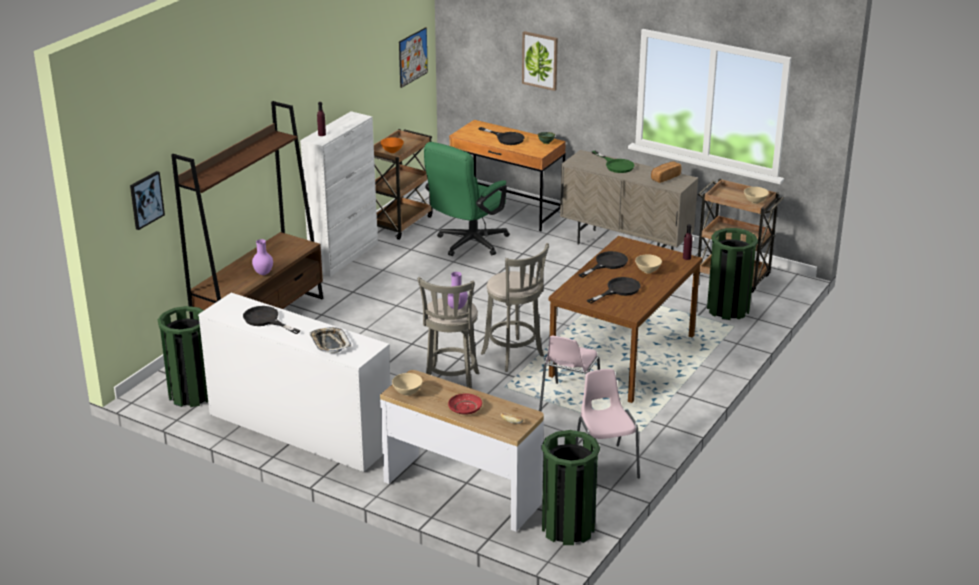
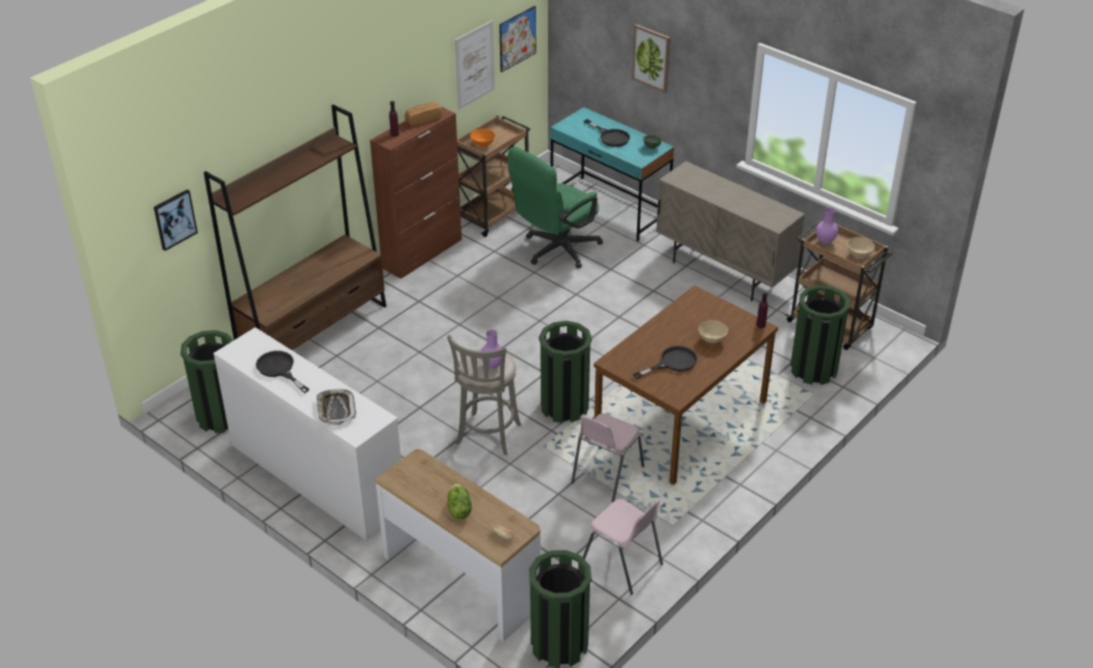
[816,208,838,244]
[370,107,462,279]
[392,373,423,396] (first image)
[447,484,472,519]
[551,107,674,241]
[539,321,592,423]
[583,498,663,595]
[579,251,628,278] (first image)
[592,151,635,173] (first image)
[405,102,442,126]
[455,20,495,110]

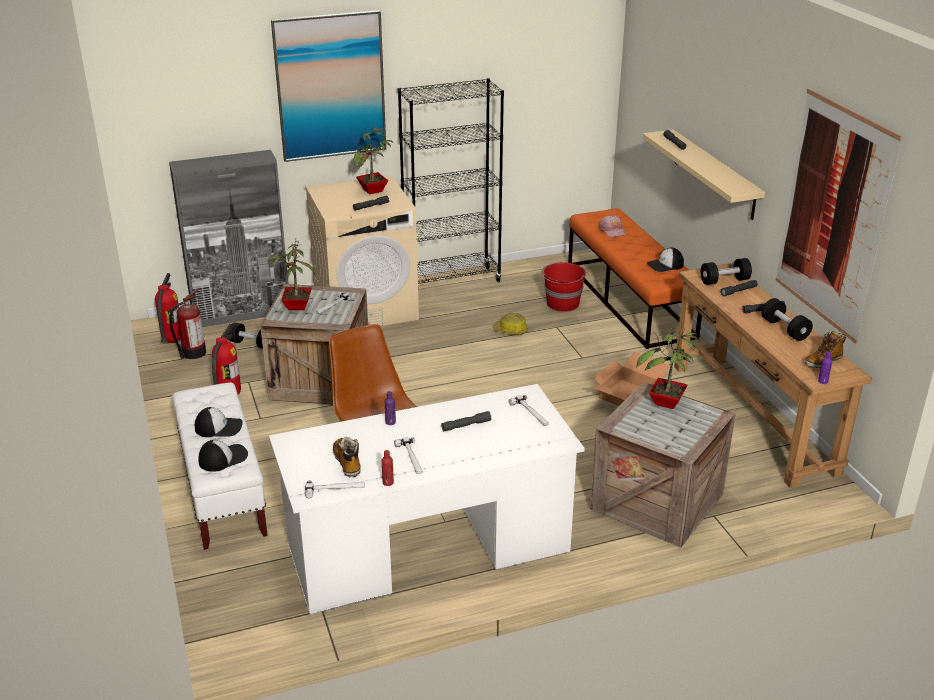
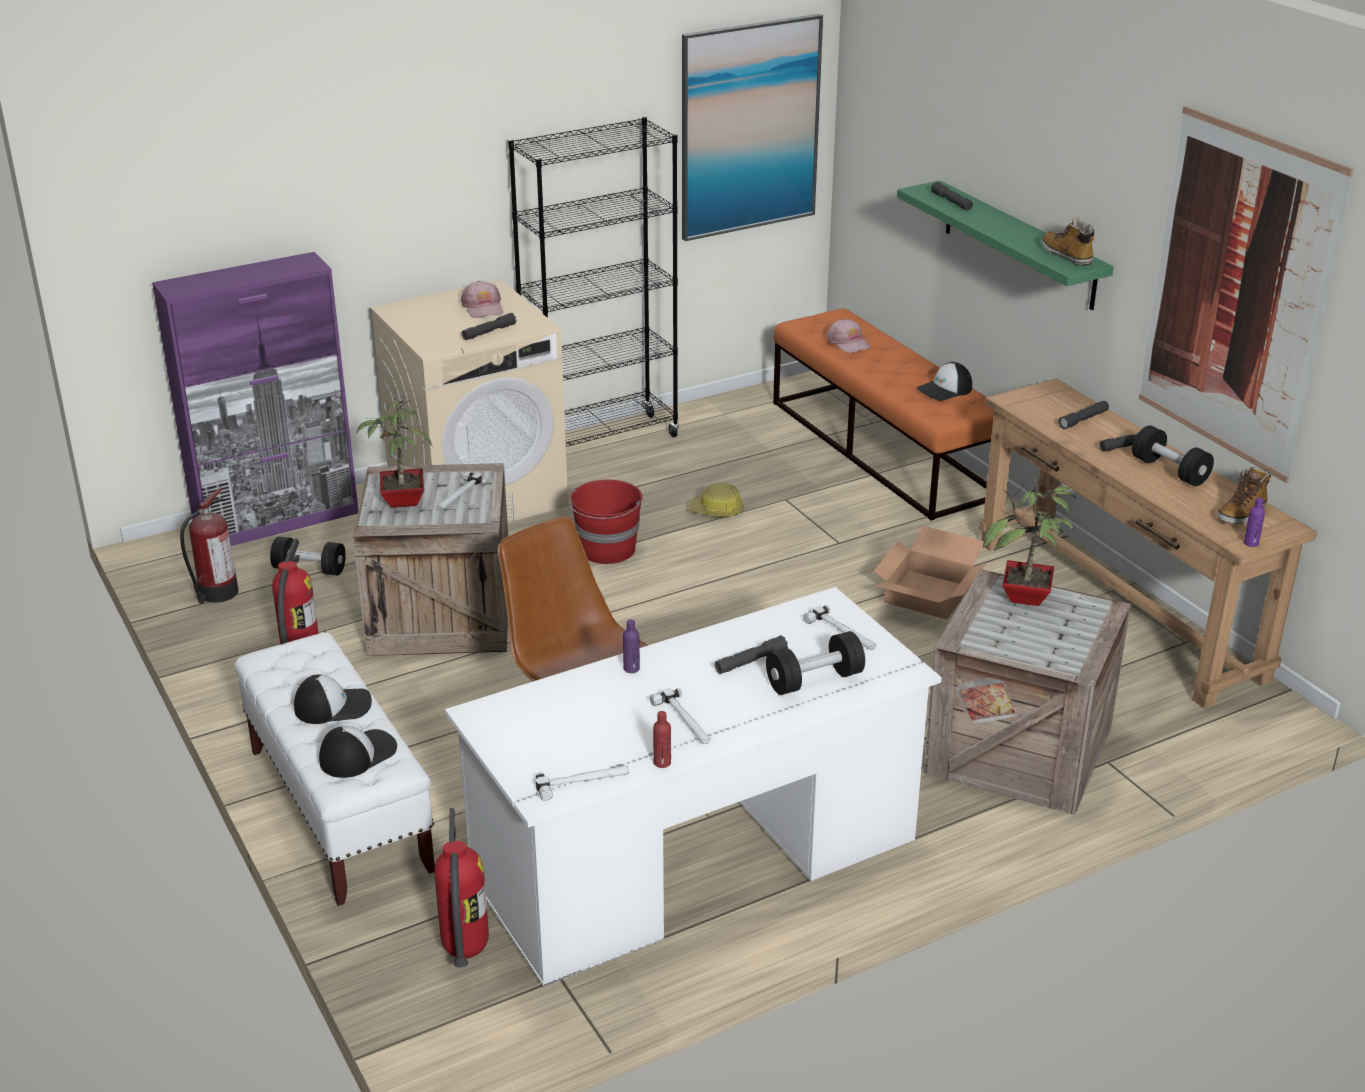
[434,808,489,968]
[152,252,358,546]
[682,14,823,241]
[1041,217,1094,266]
[461,280,503,318]
[568,480,643,564]
[897,181,1114,310]
[766,631,865,695]

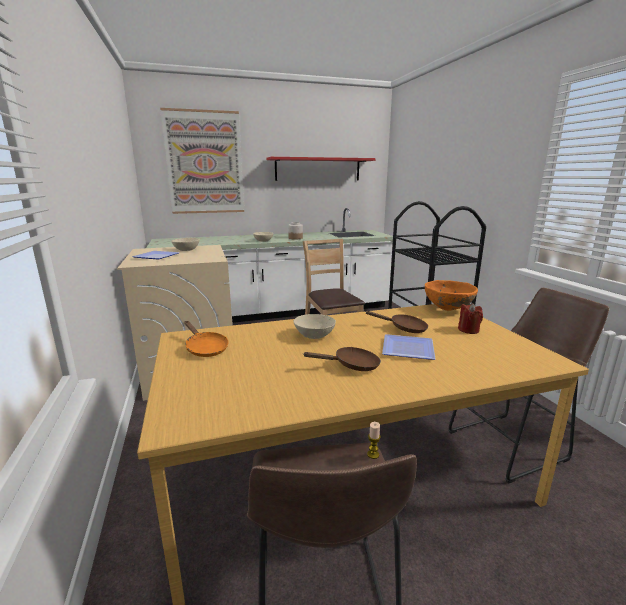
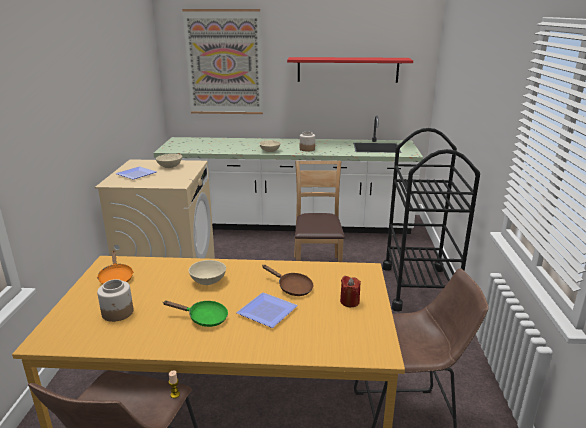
[163,301,228,327]
[425,280,478,311] (first image)
[97,279,133,322]

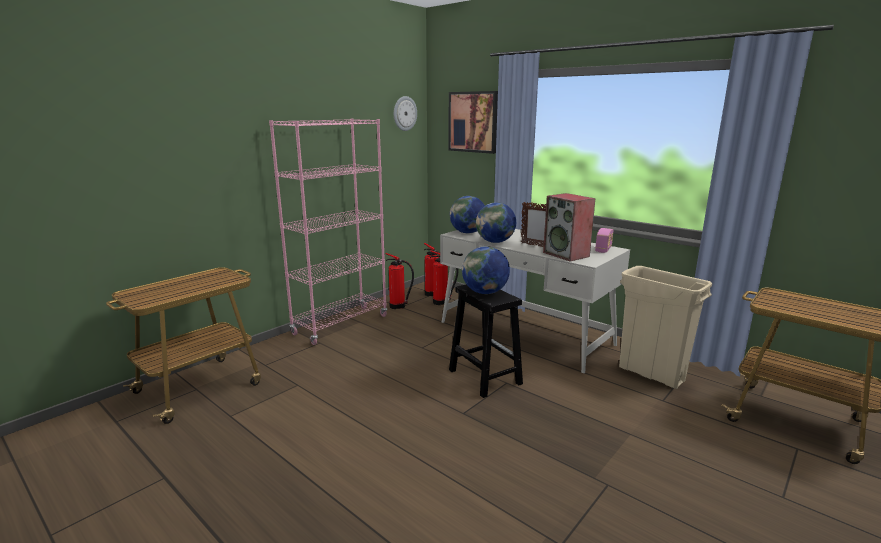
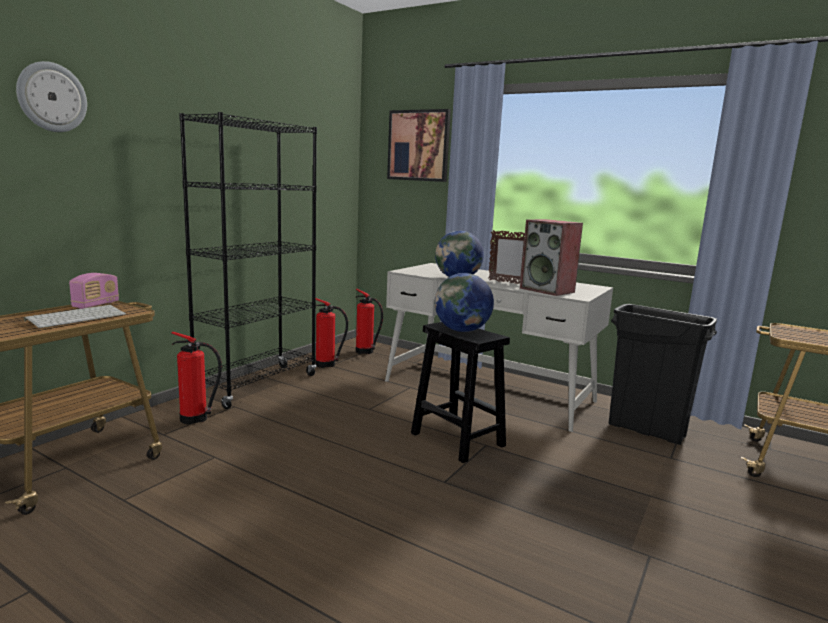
[179,112,317,409]
[16,61,87,132]
[171,332,222,425]
[450,196,485,234] (first image)
[69,273,119,309]
[609,304,717,445]
[24,305,126,328]

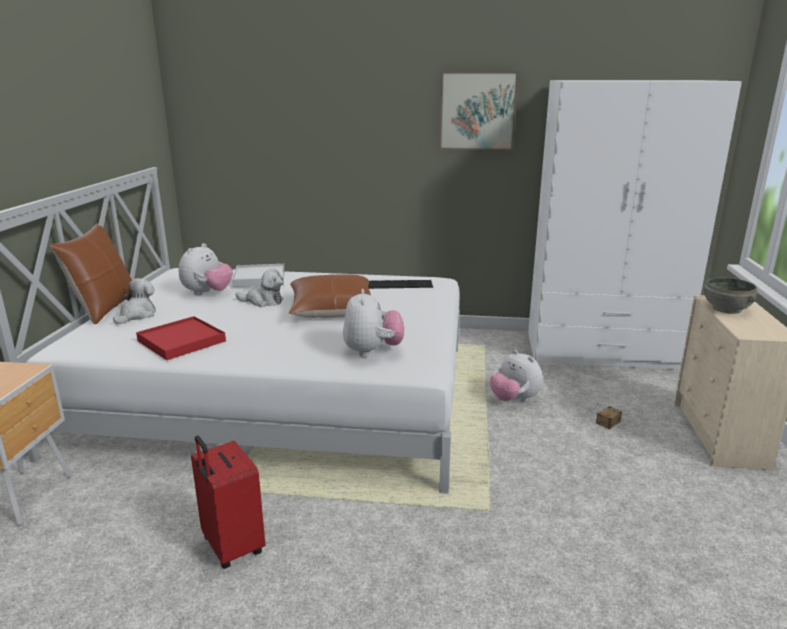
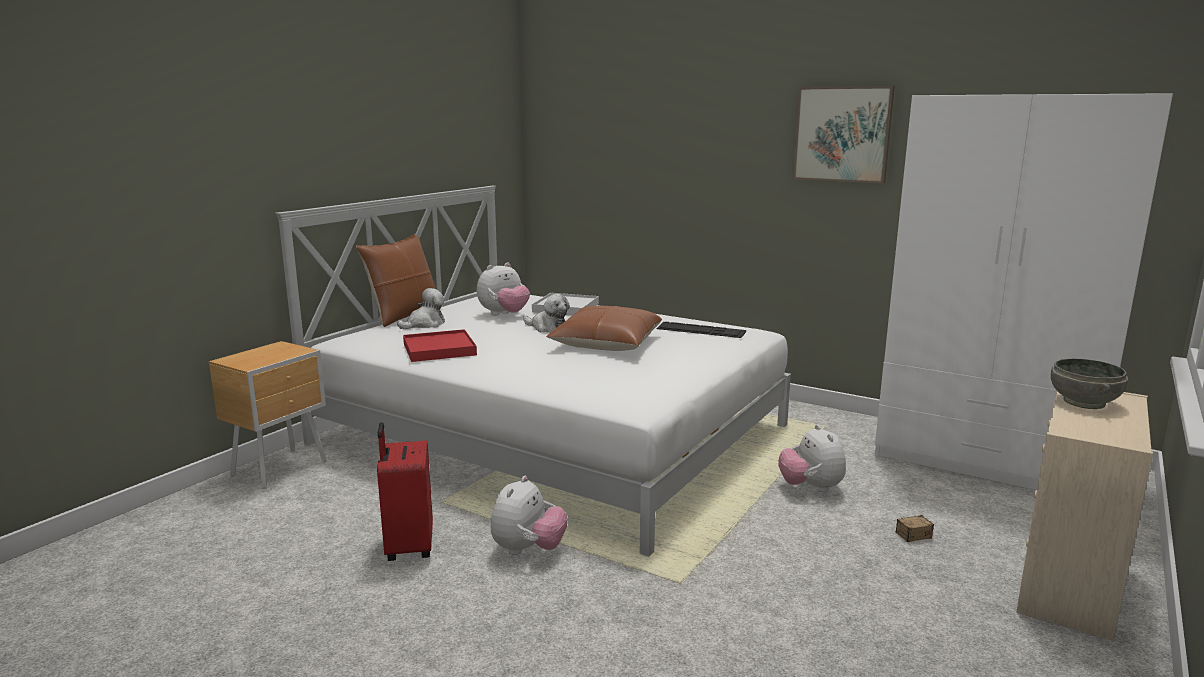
[491,476,568,555]

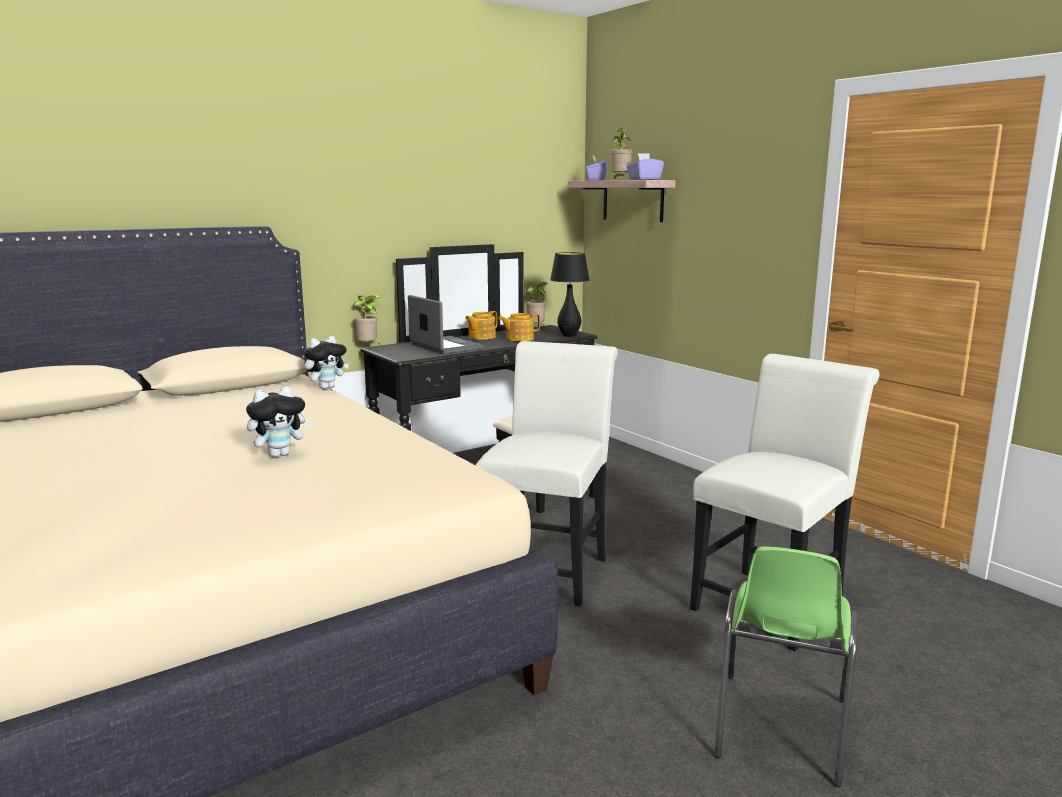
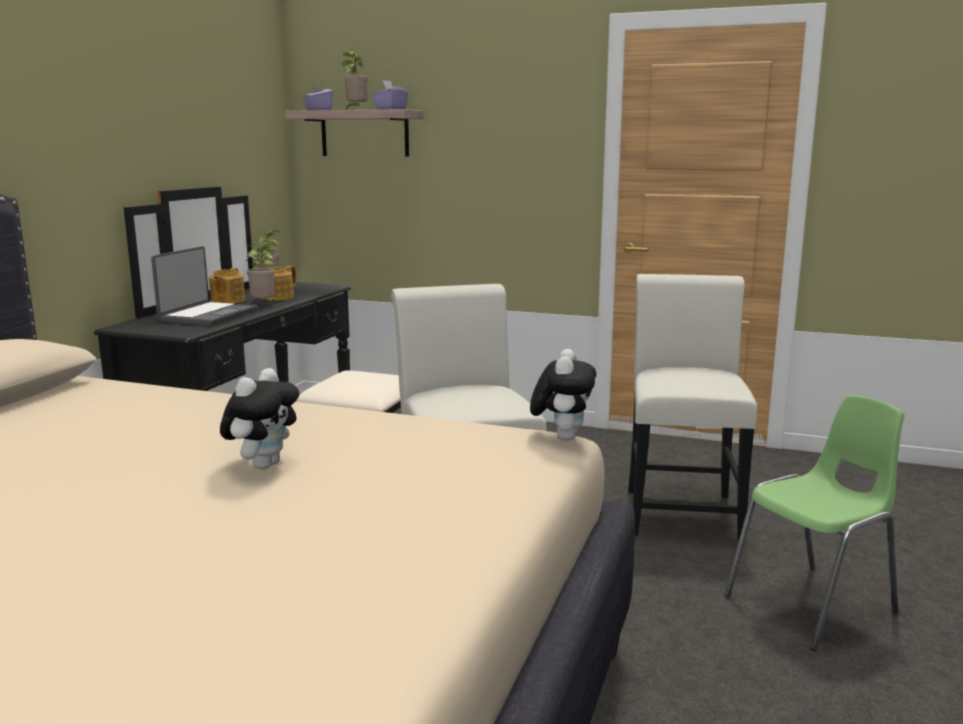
[530,349,596,441]
[246,242,275,302]
[151,246,257,326]
[550,252,590,337] (first image)
[724,395,904,651]

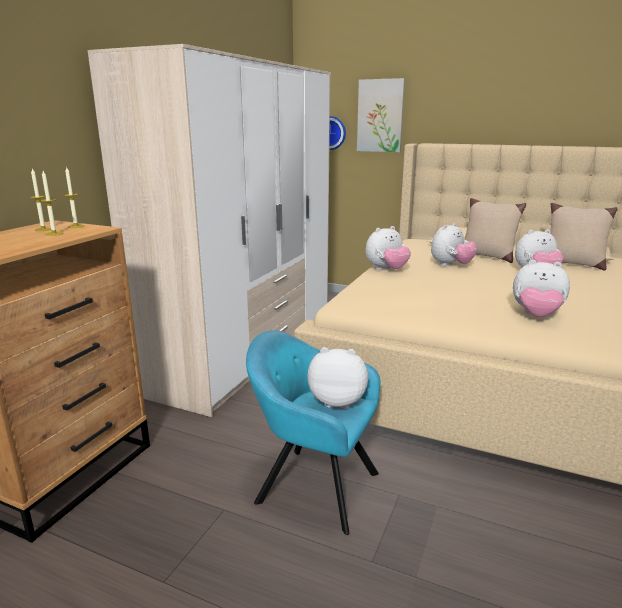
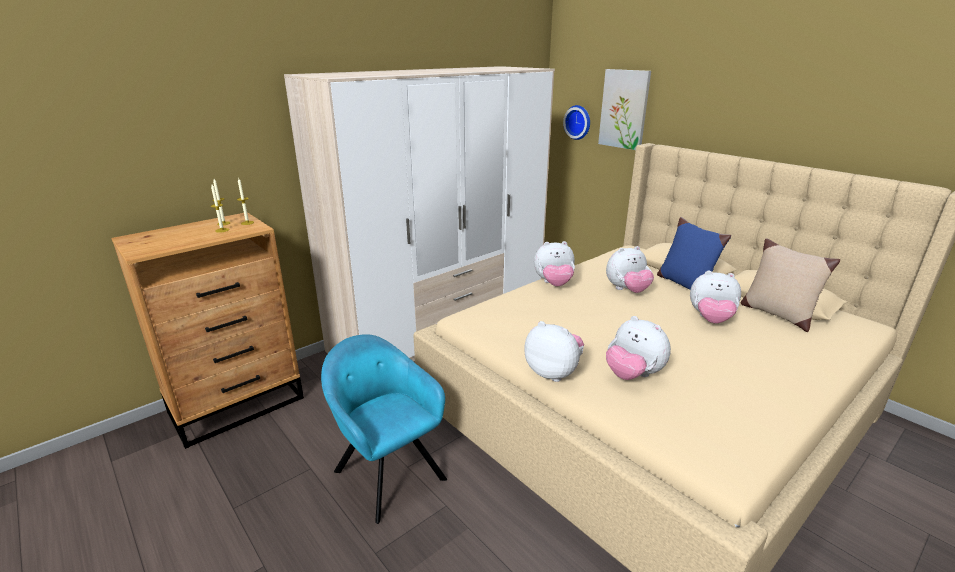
[524,321,584,382]
[657,217,731,290]

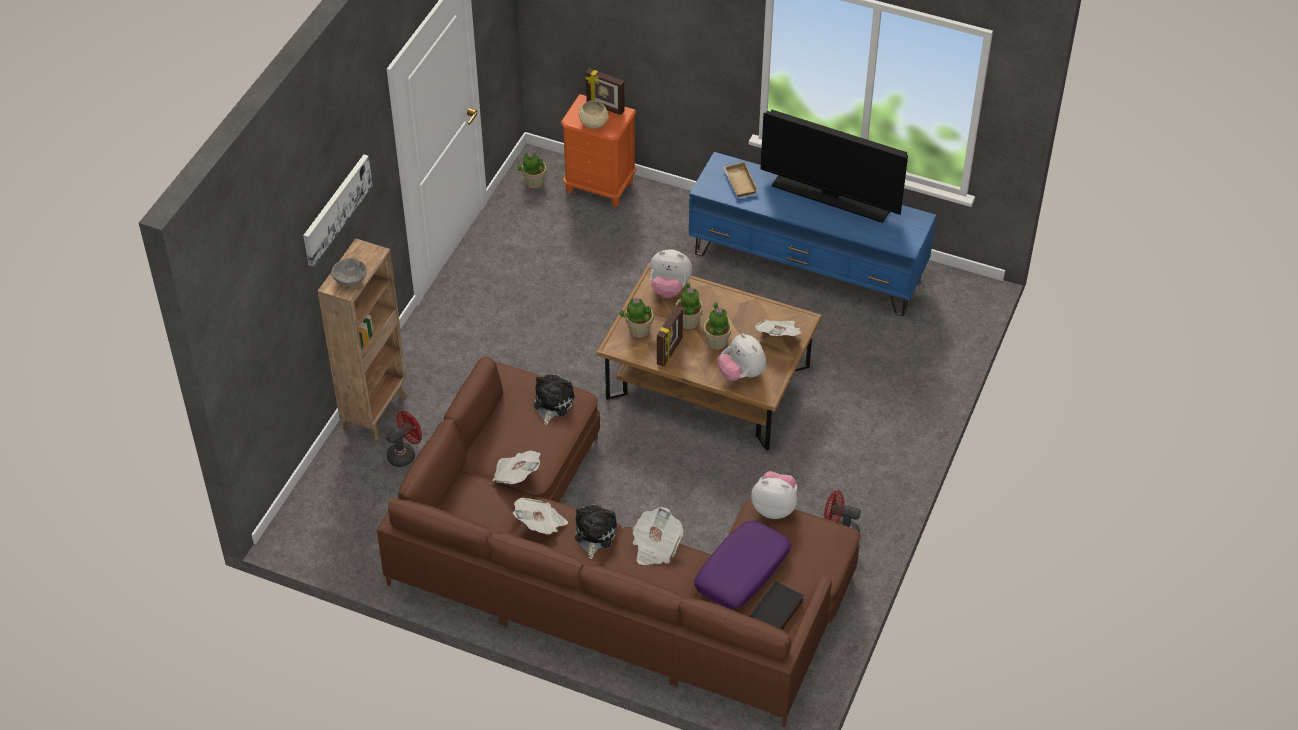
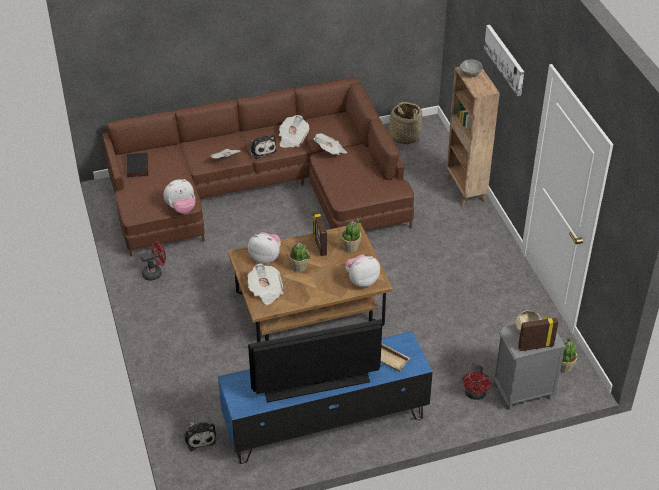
[462,365,491,400]
[184,422,216,451]
[492,318,566,410]
[675,282,703,329] (first image)
[694,521,791,609] (first image)
[389,102,422,144]

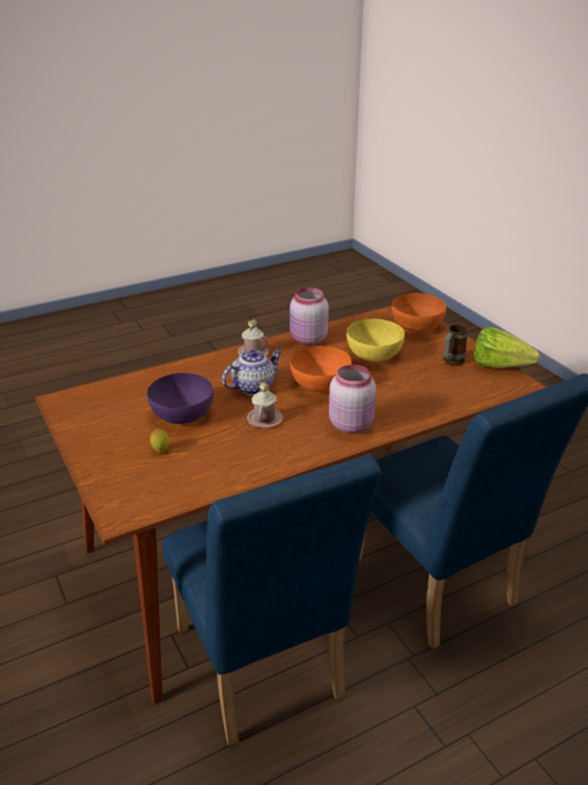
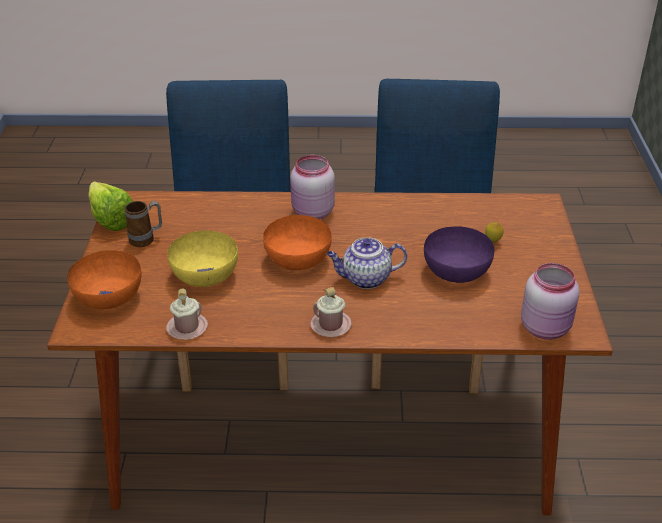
[166,289,208,340]
[521,263,579,340]

